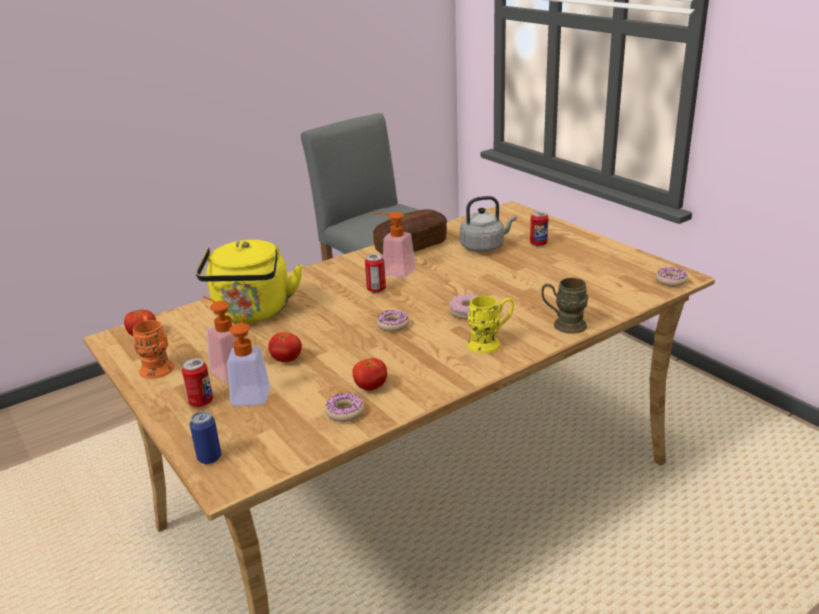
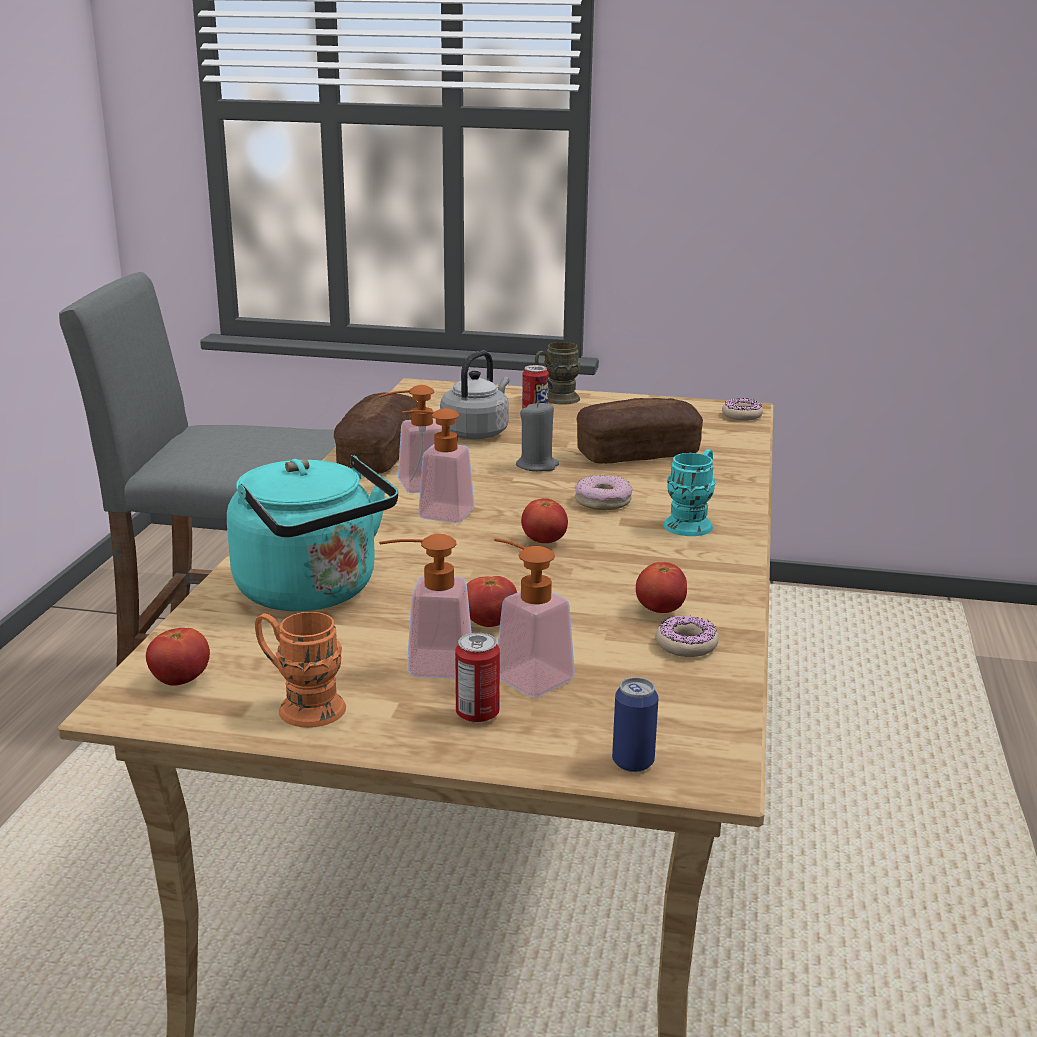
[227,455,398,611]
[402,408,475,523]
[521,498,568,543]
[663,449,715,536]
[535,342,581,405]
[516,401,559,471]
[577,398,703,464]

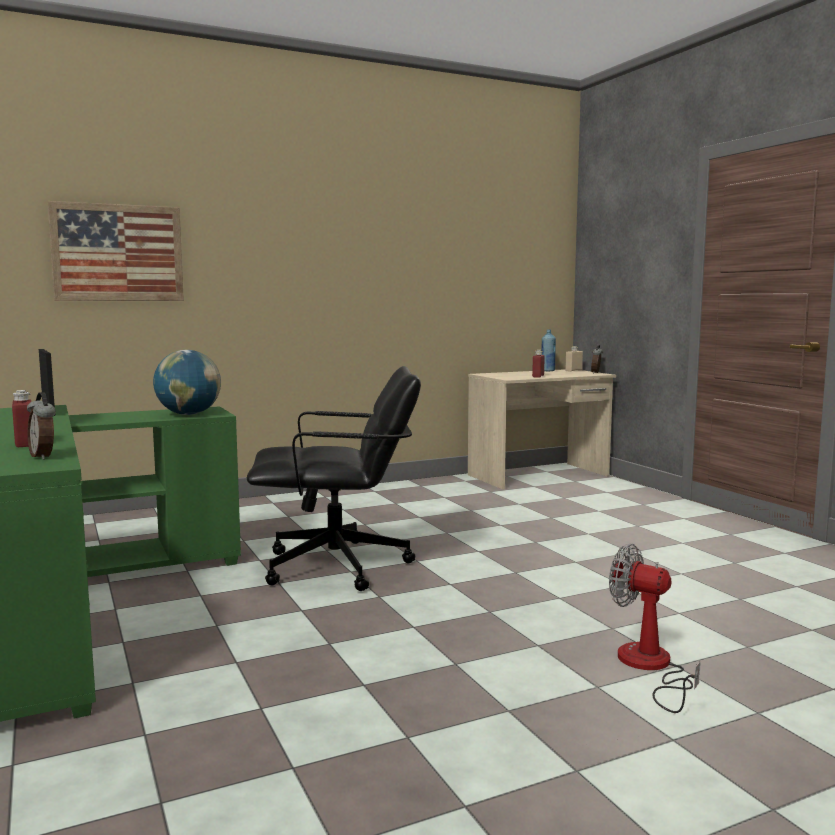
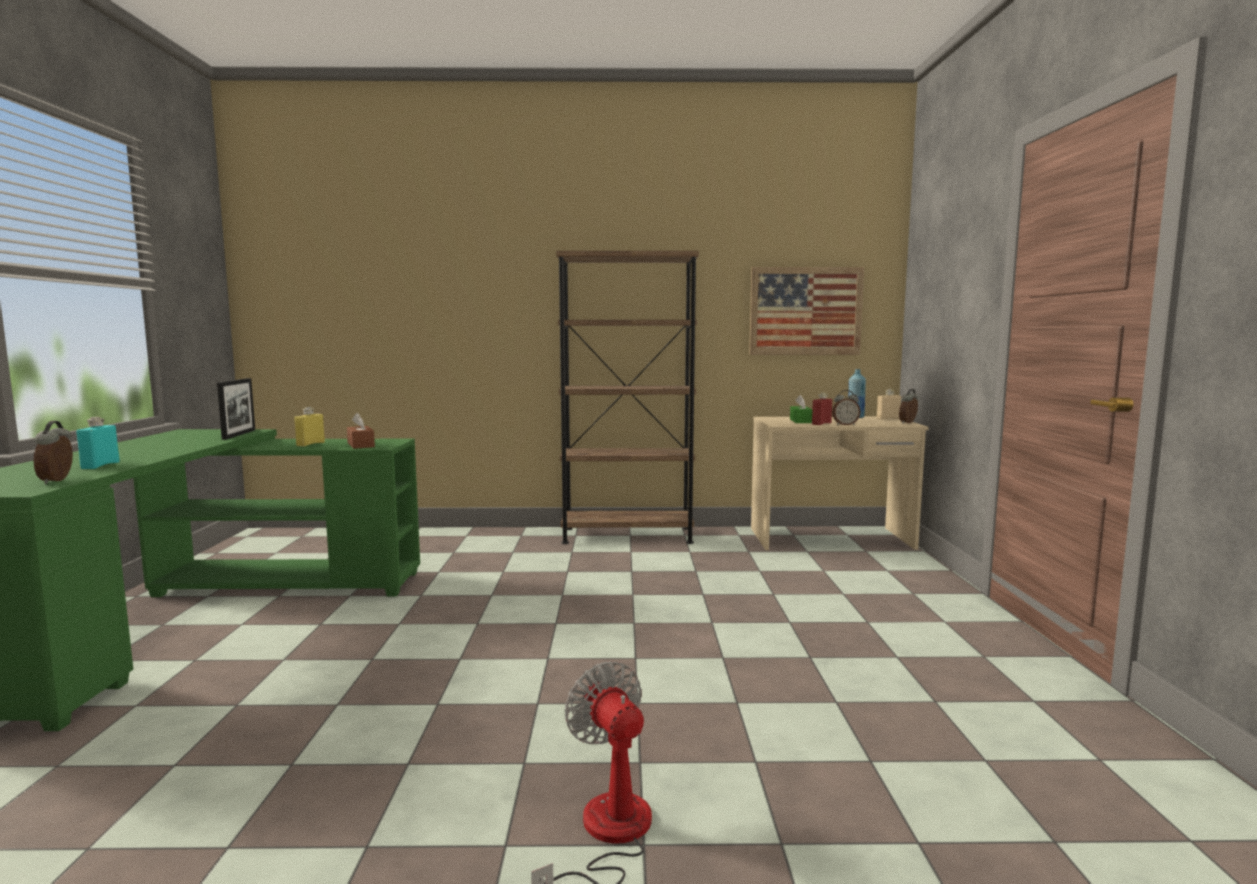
[76,417,120,469]
[749,267,864,355]
[347,413,375,449]
[247,366,421,591] (first image)
[294,407,325,447]
[556,251,699,544]
[790,395,813,423]
[832,390,860,425]

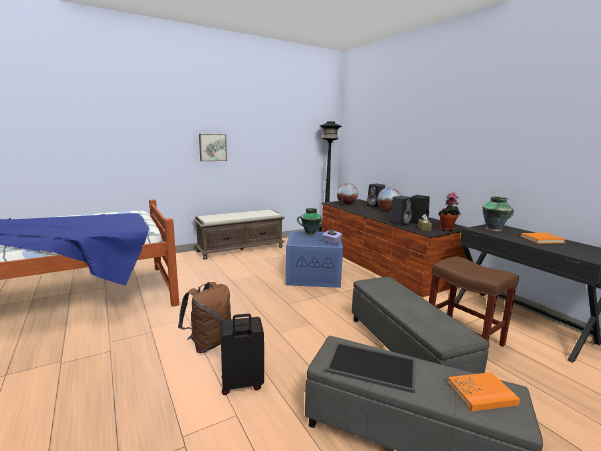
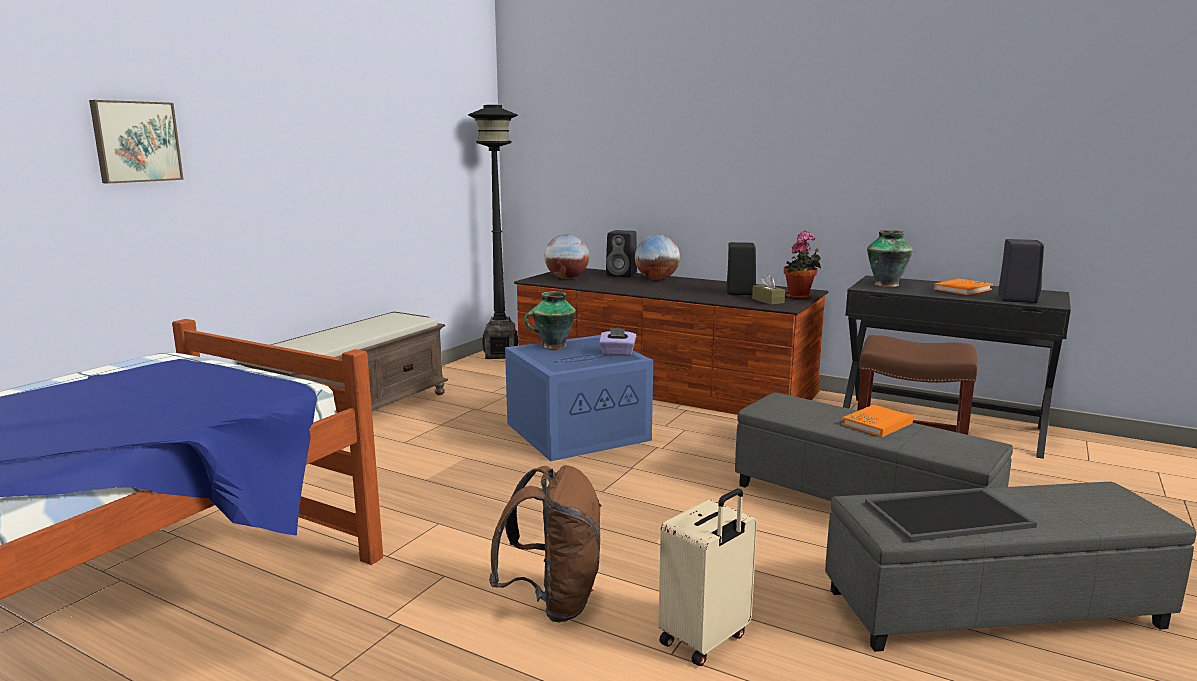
[89,100,184,184]
[658,488,757,666]
[998,239,1044,303]
[842,405,913,437]

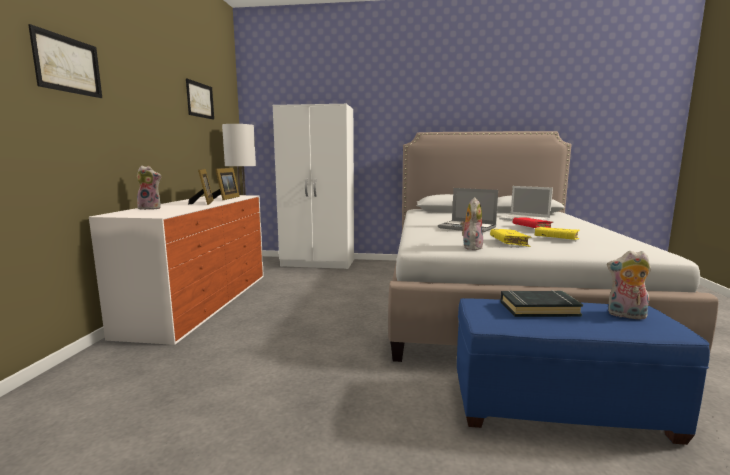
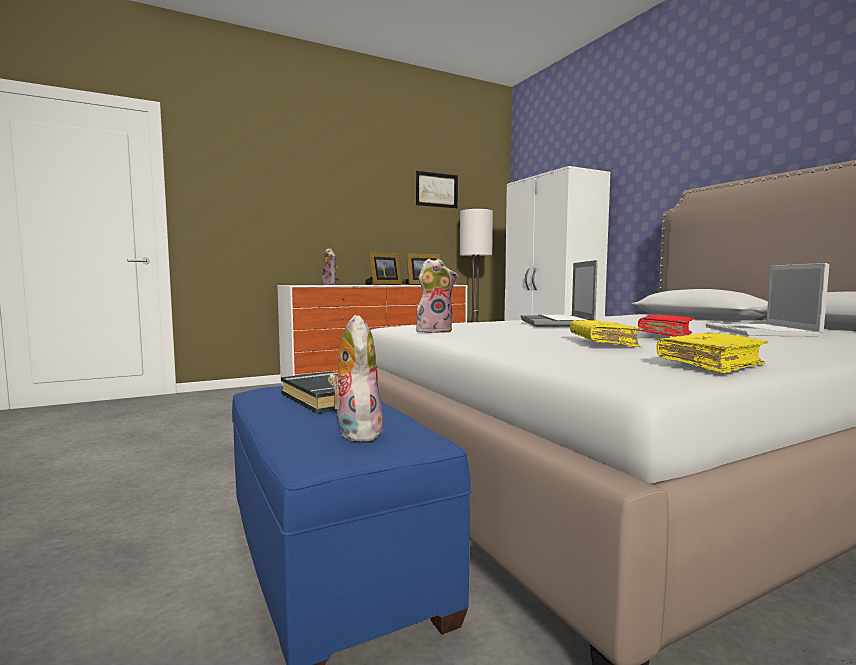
[28,24,102,98] (first image)
[657,333,768,374]

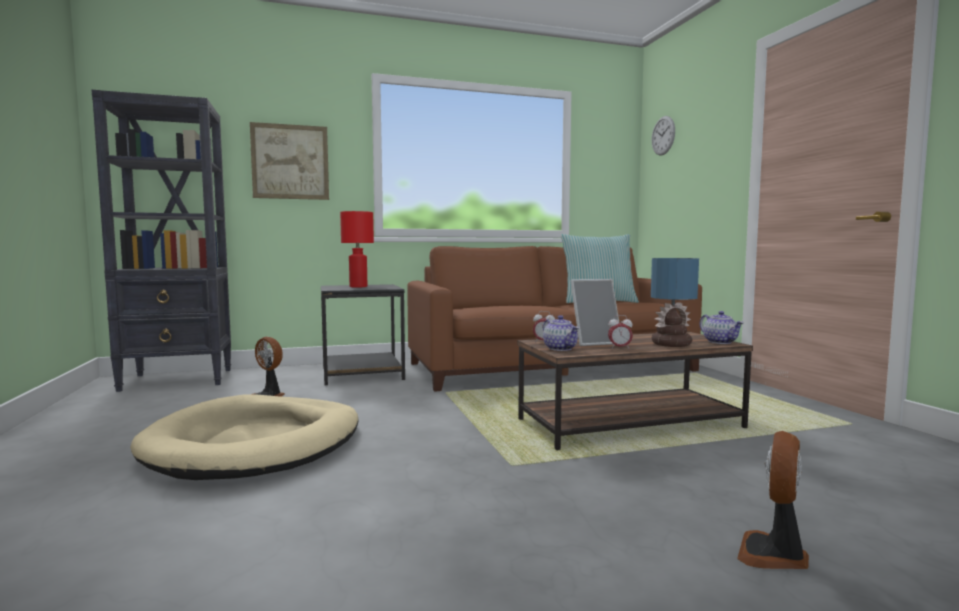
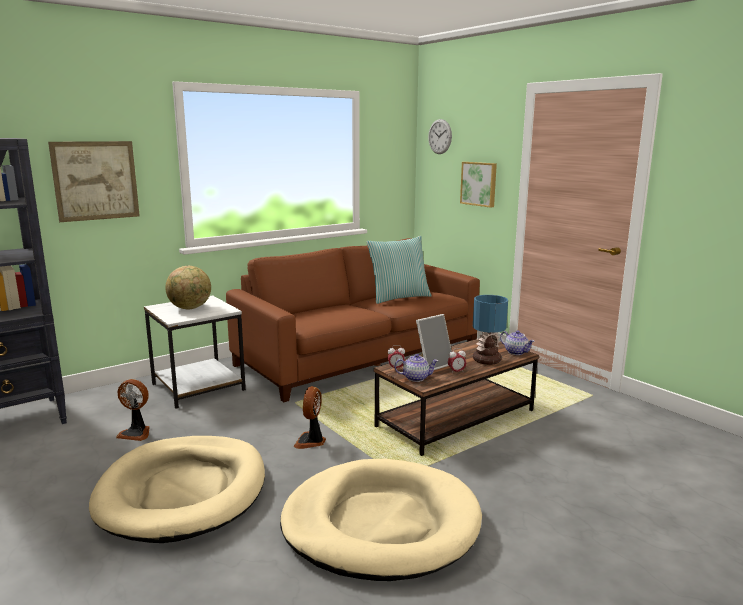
[144,295,246,408]
[165,266,211,309]
[394,354,439,382]
[293,386,326,449]
[280,459,482,581]
[460,162,497,208]

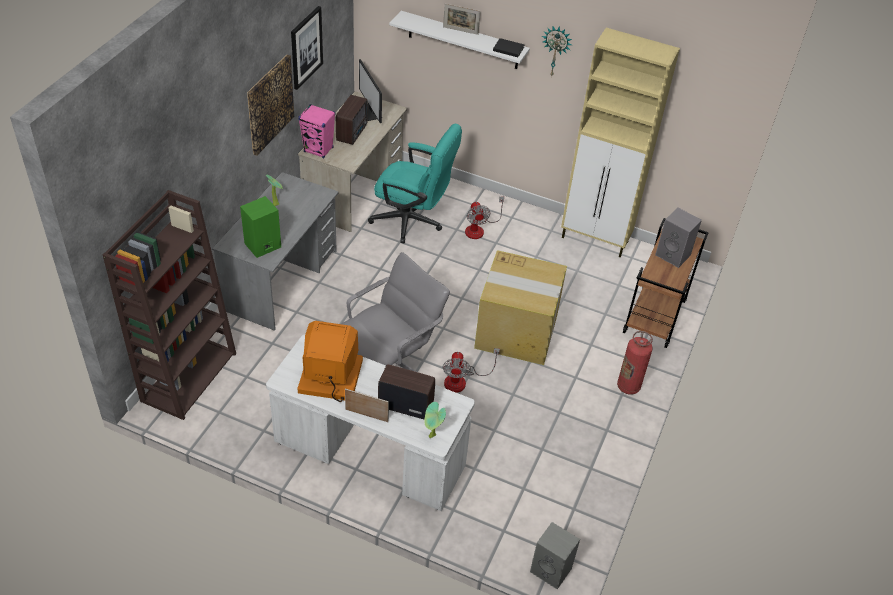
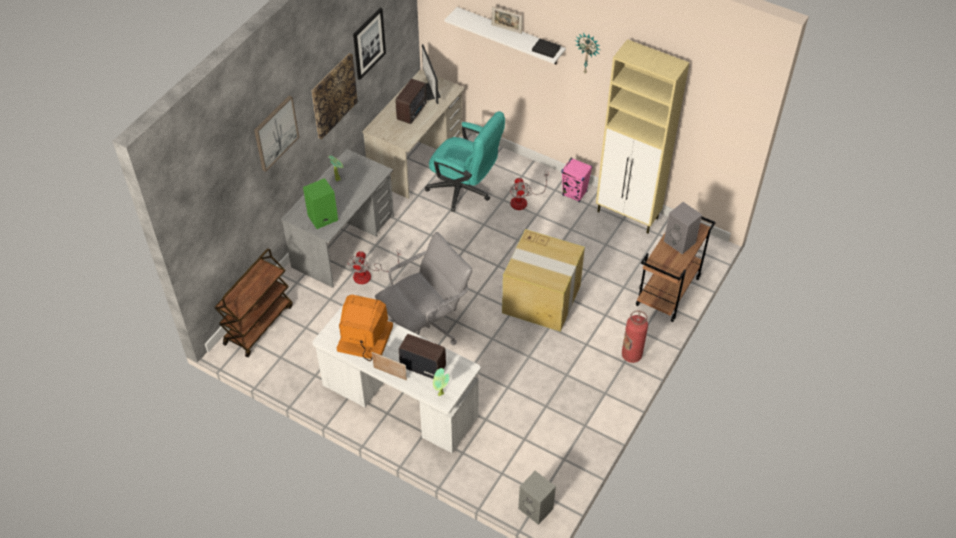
[215,248,293,357]
[562,158,593,202]
[347,250,401,284]
[254,96,299,172]

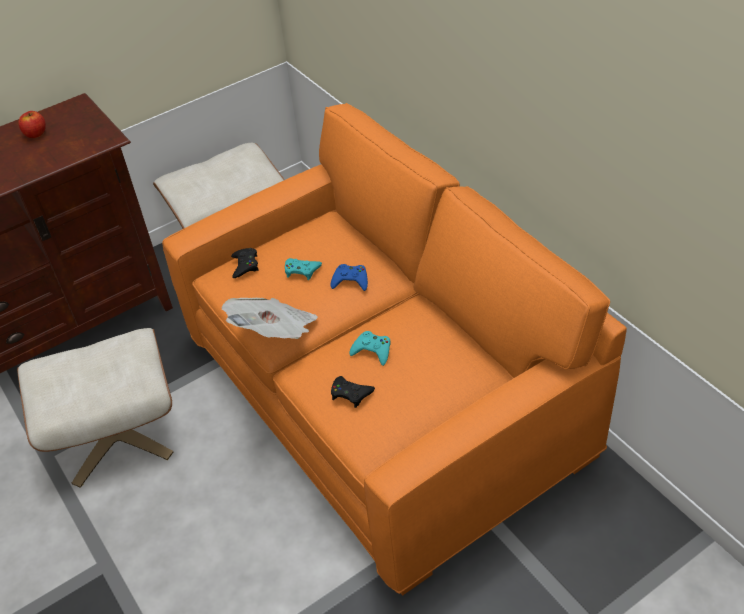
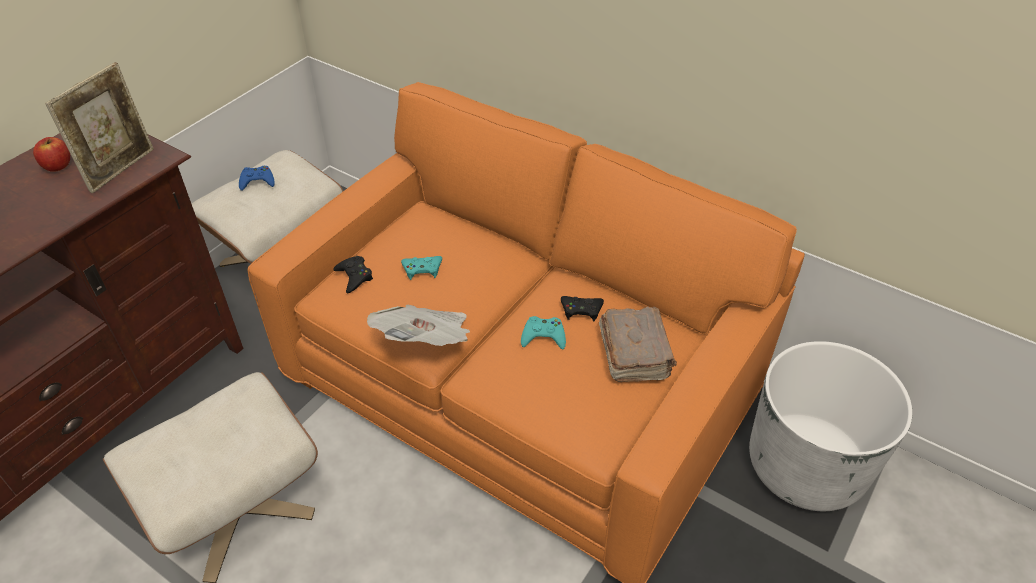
[239,166,275,191]
[561,296,604,322]
[45,62,154,193]
[599,306,677,382]
[749,341,912,511]

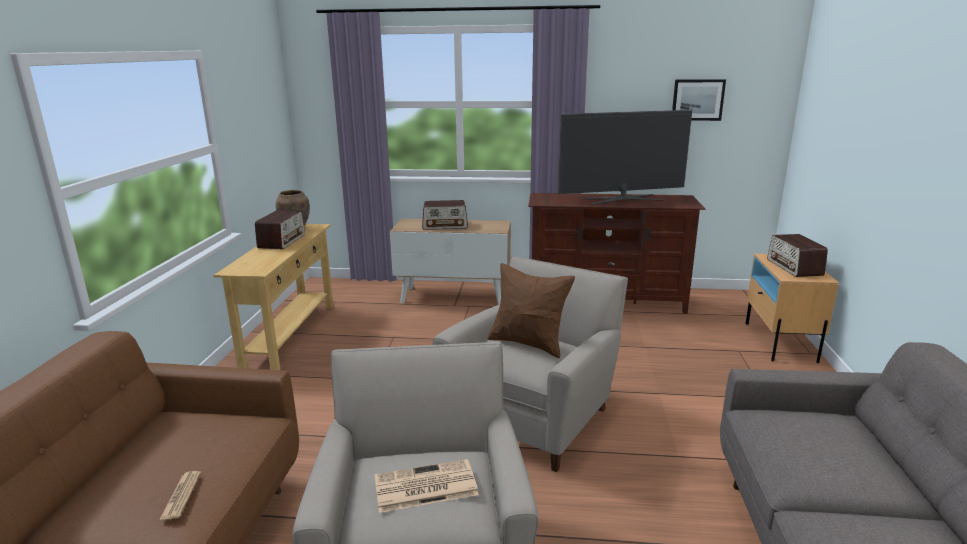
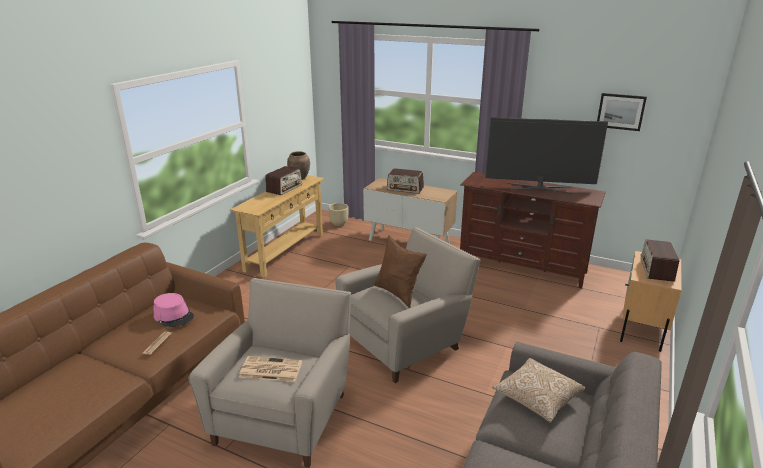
[153,293,194,327]
[329,203,348,226]
[492,358,585,423]

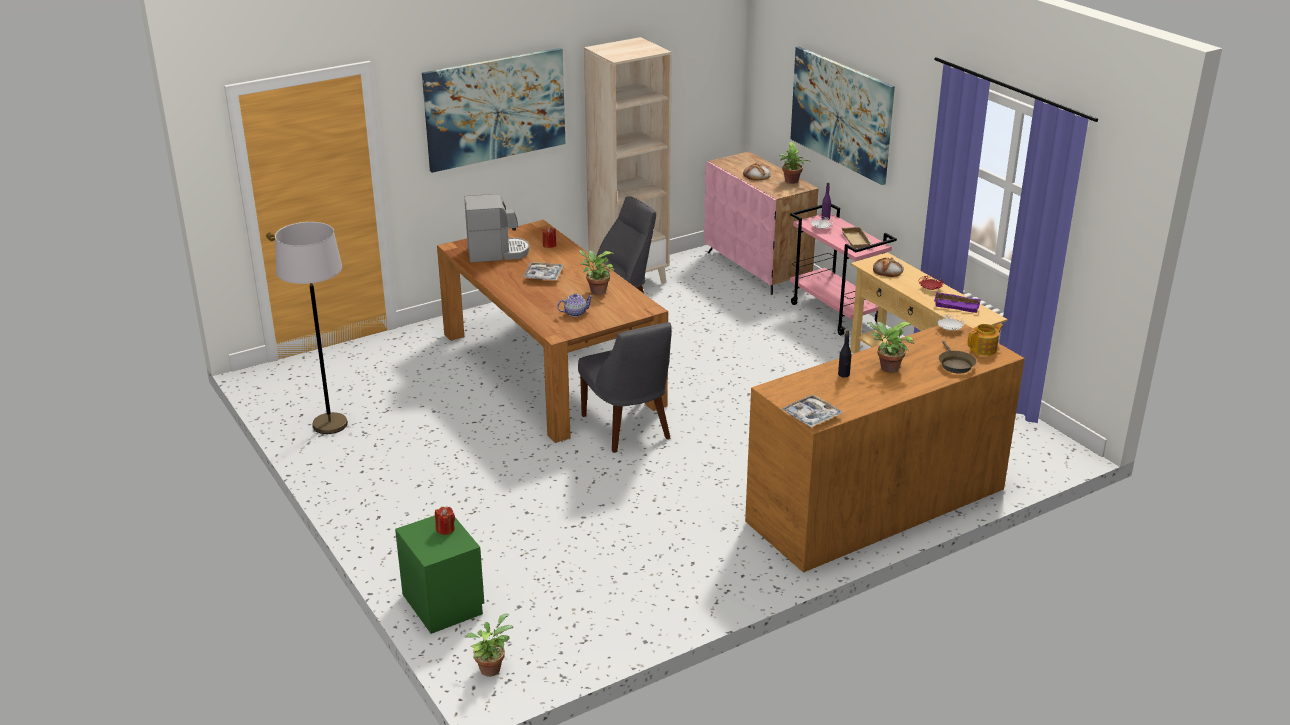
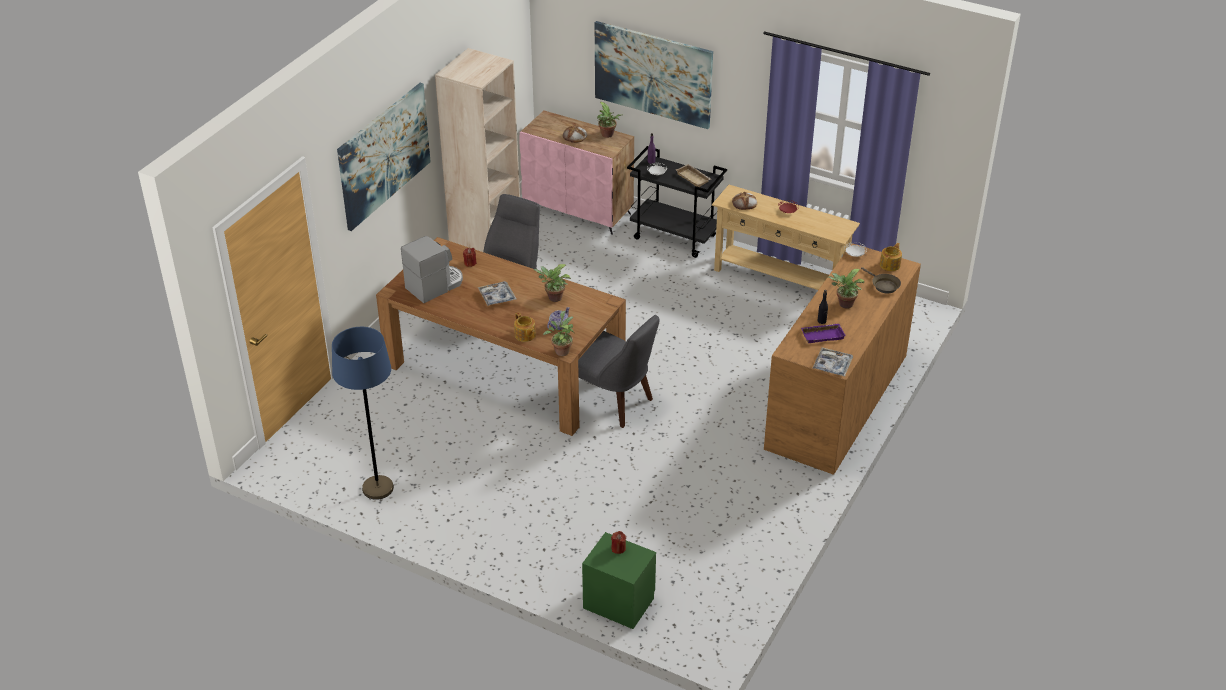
[332,327,394,500]
[543,311,574,356]
[627,146,727,258]
[801,324,846,343]
[514,312,536,342]

